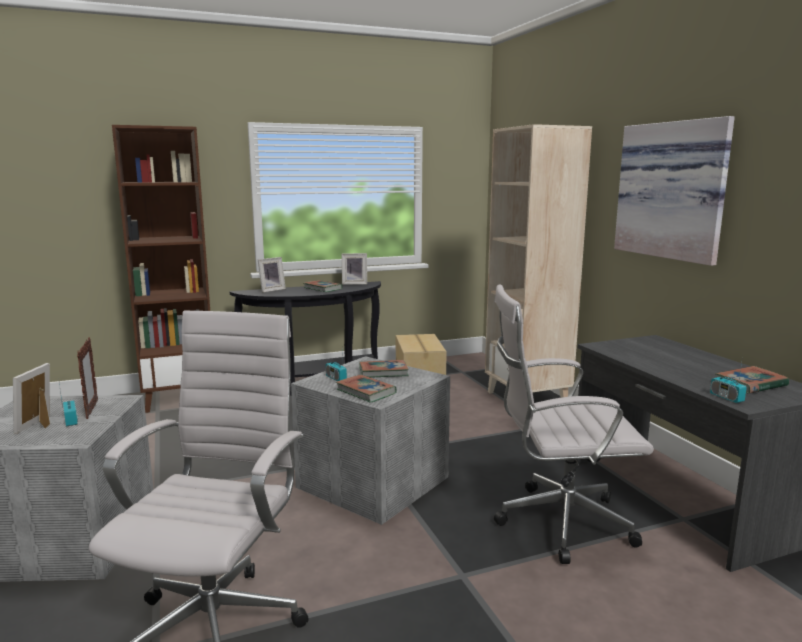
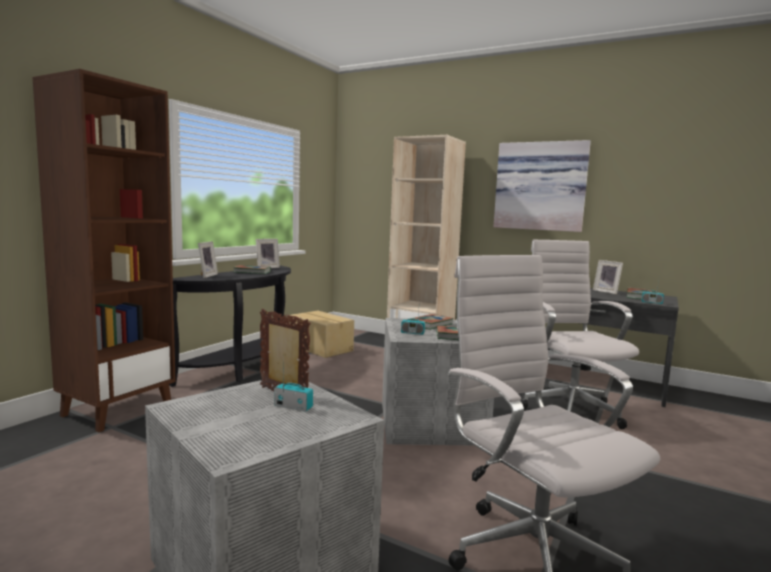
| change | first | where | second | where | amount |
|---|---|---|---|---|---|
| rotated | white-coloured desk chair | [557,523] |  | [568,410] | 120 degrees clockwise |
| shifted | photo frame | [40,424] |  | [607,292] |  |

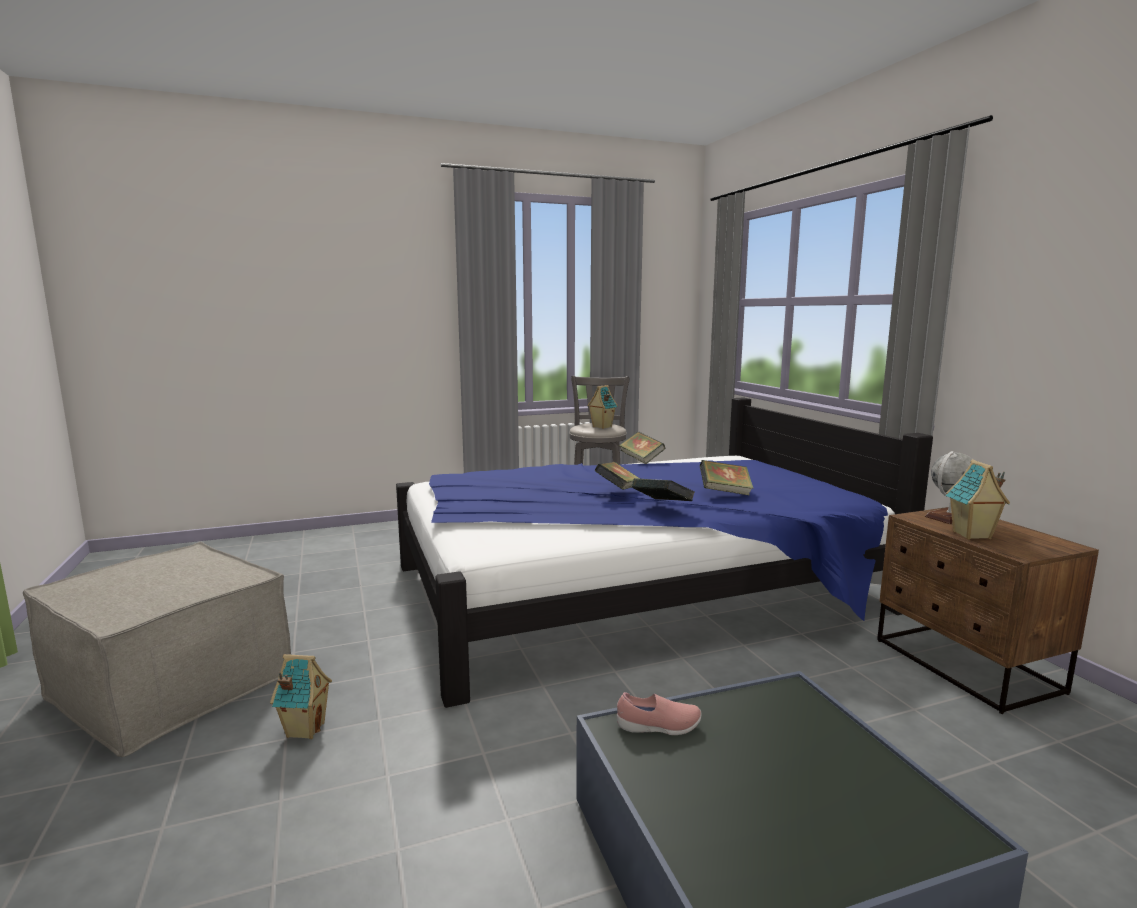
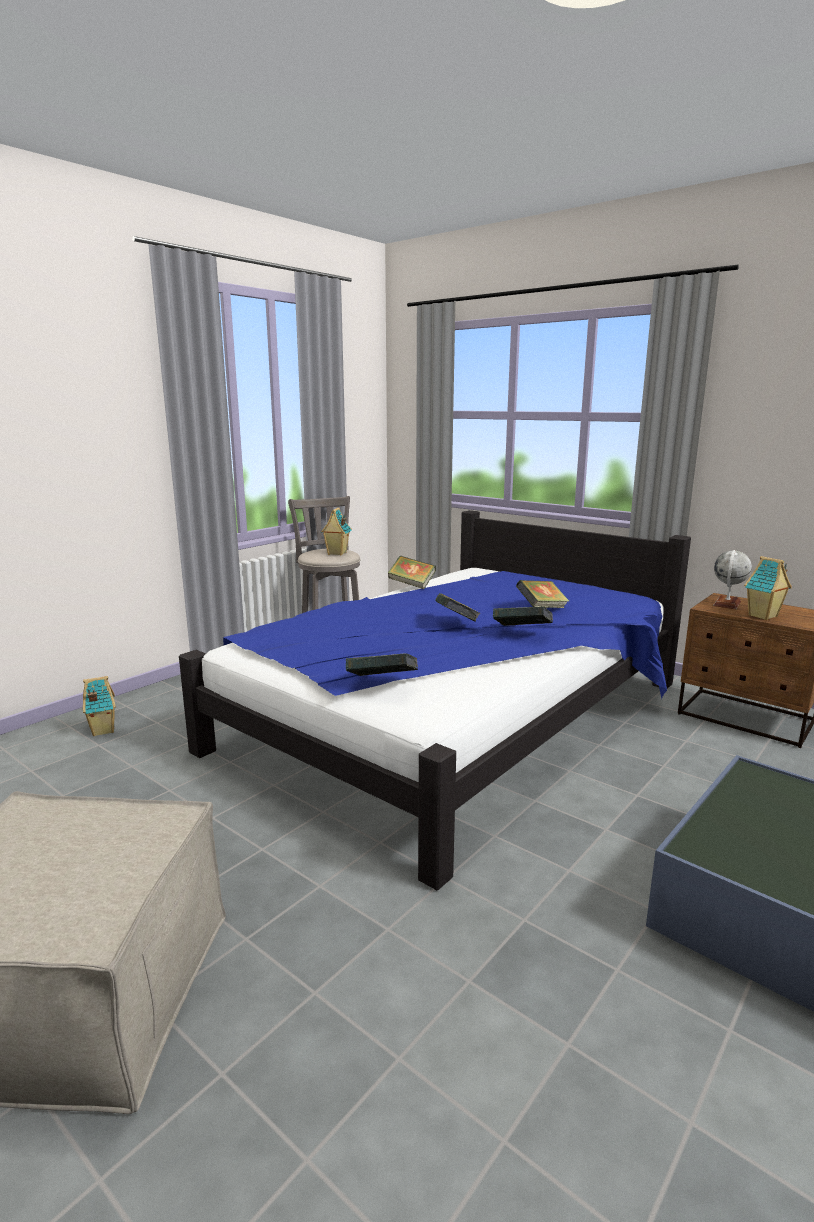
| change | first | where | second | where | amount |
|---|---|---|---|---|---|
| shifted | toy house | [304,729] |  | [102,730] |  |
| gone | pinkish item of footwear | [658,727] |  |  |  |
| new |  |  | book | [382,683] |  |

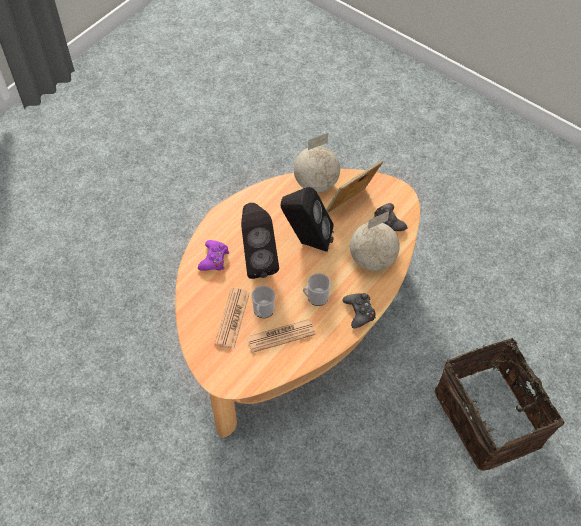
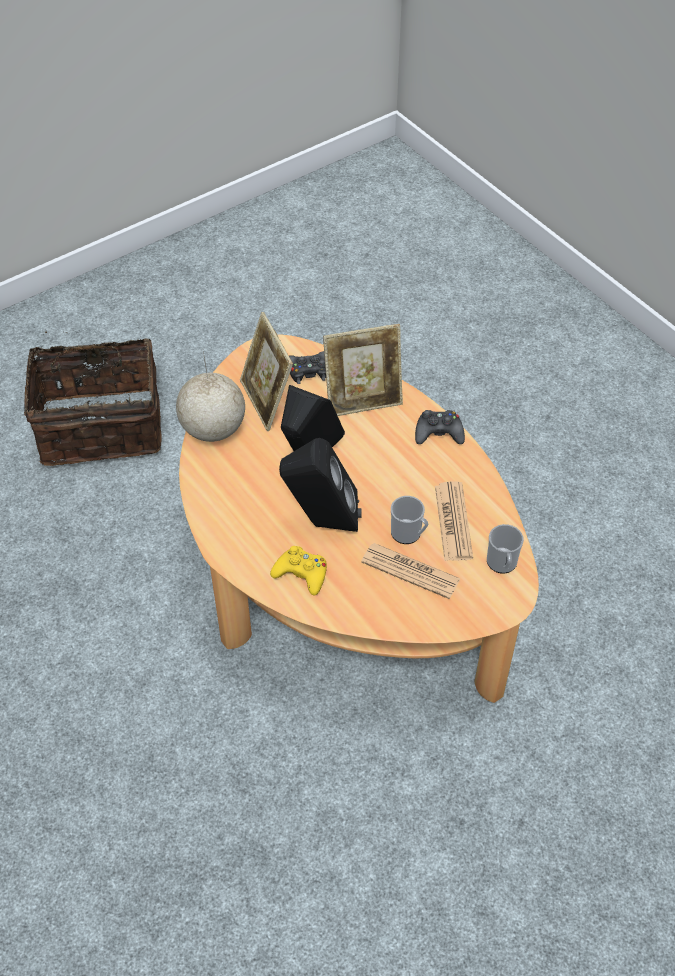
| change | first | where | second | where | amount |
|---|---|---|---|---|---|
| swapped | world globe | [373,260] | photo frame | [363,400] |  |
| repainted | purple joypad | [214,259] | yellowish joypad | [301,574] |  |
| shifted | mug | [315,298] |  | [502,564] |  |
| shifted | household basket | [491,416] |  | [101,425] |  |

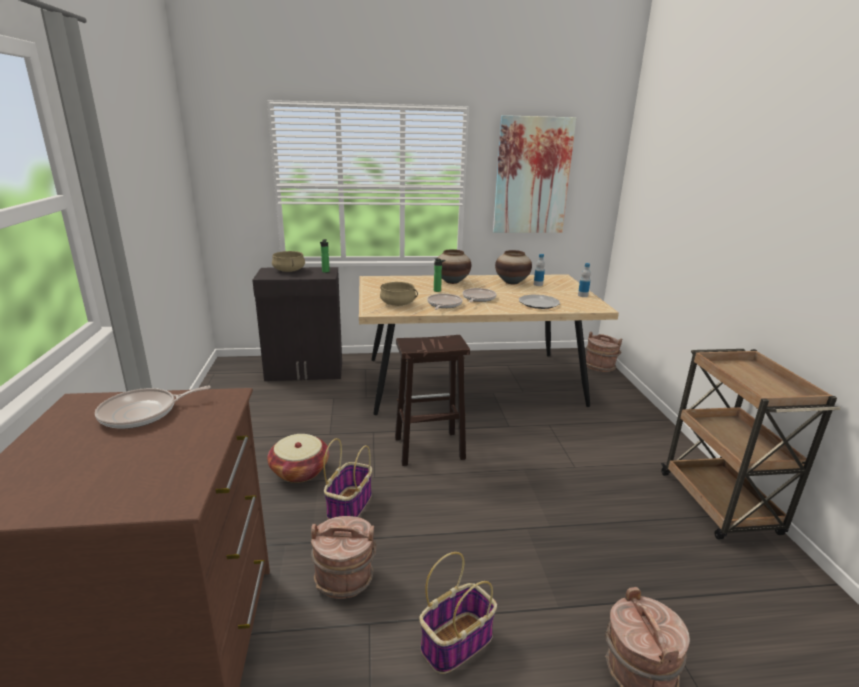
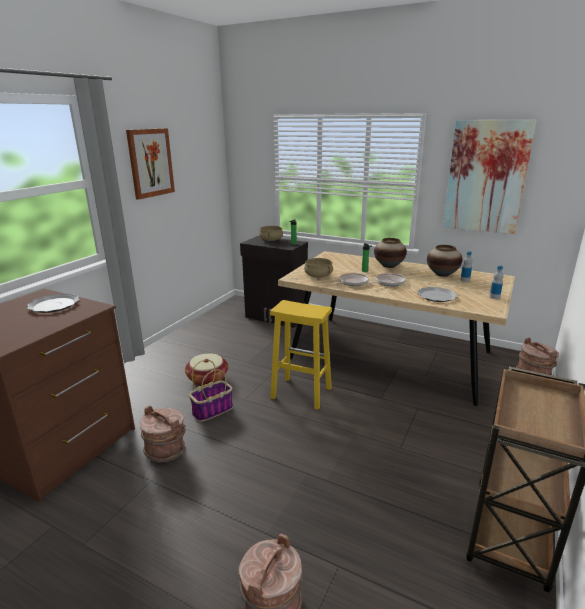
| change | first | where | second | where | amount |
|---|---|---|---|---|---|
| repainted | brown-coloured sitting stool | [428,448] | yellowish sitting stool | [300,393] |  |
| swapped | frying pan | [143,413] | plate | [54,305] |  |
| gone | household basket | [457,641] |  |  |  |
| new |  |  | picture | [150,163] |  |

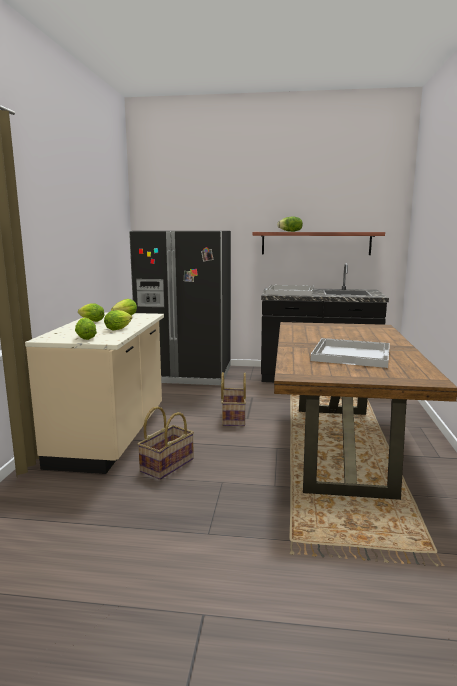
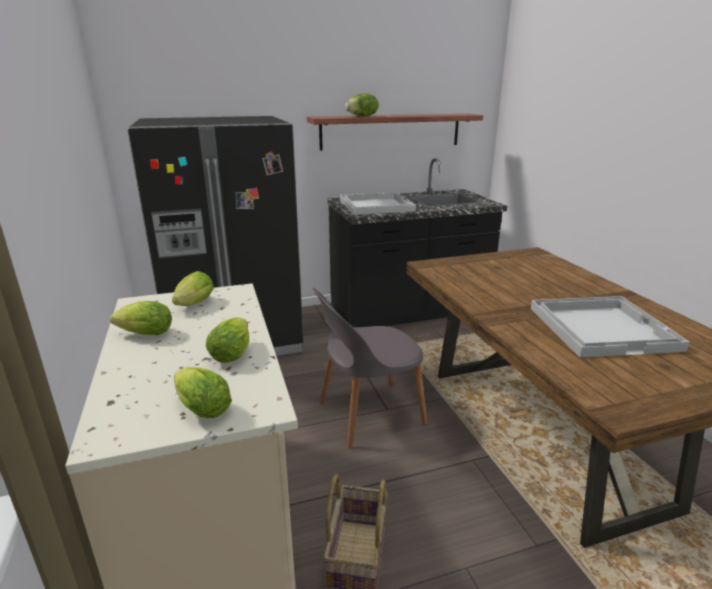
| change | first | where | second | where | amount |
|---|---|---|---|---|---|
| swapped | household basket | [233,418] | grey upright chair | [368,414] |  |

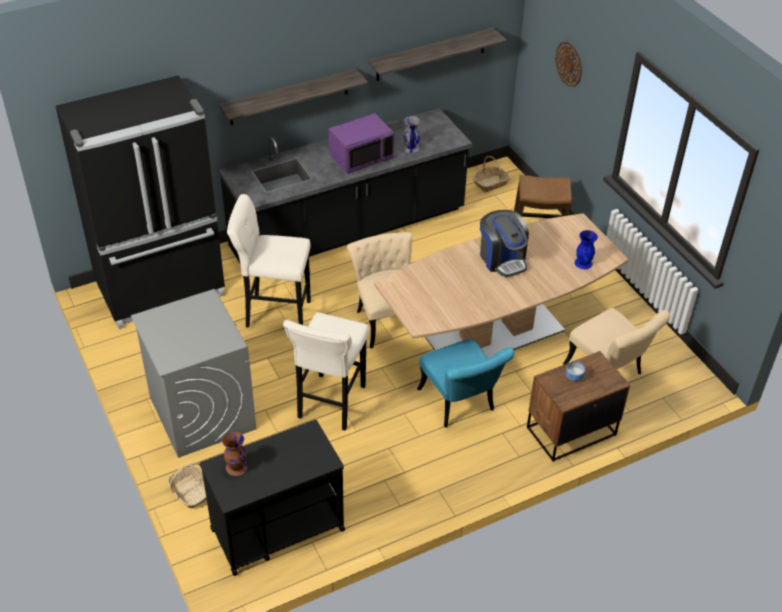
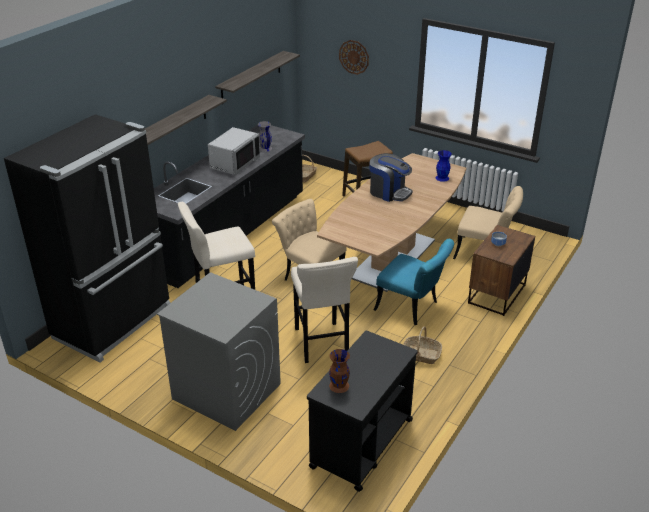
| change | first | where | second | where | amount |
|---|---|---|---|---|---|
| repainted | purple microwave oven | [361,157] | grey microwave oven | [234,163] |  |
| shifted | household basket | [191,491] |  | [421,355] |  |

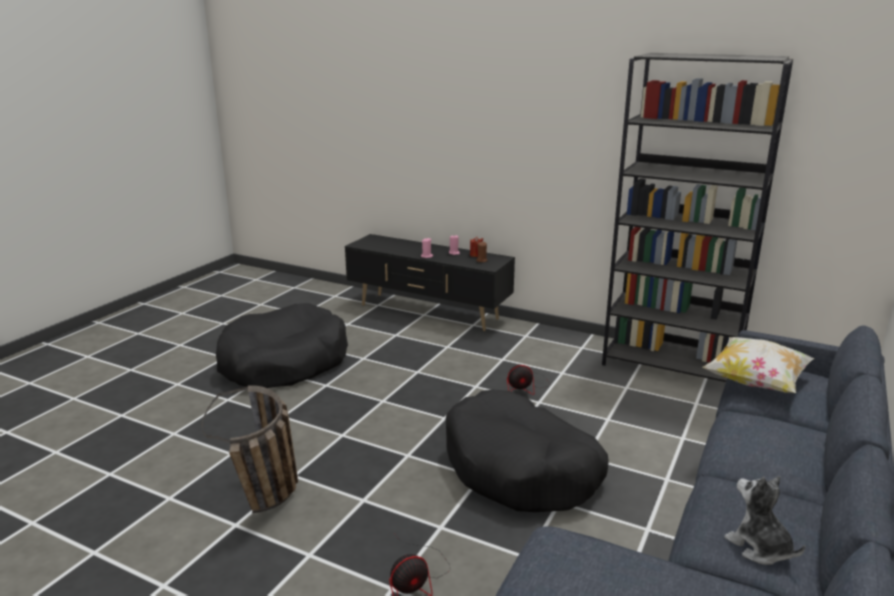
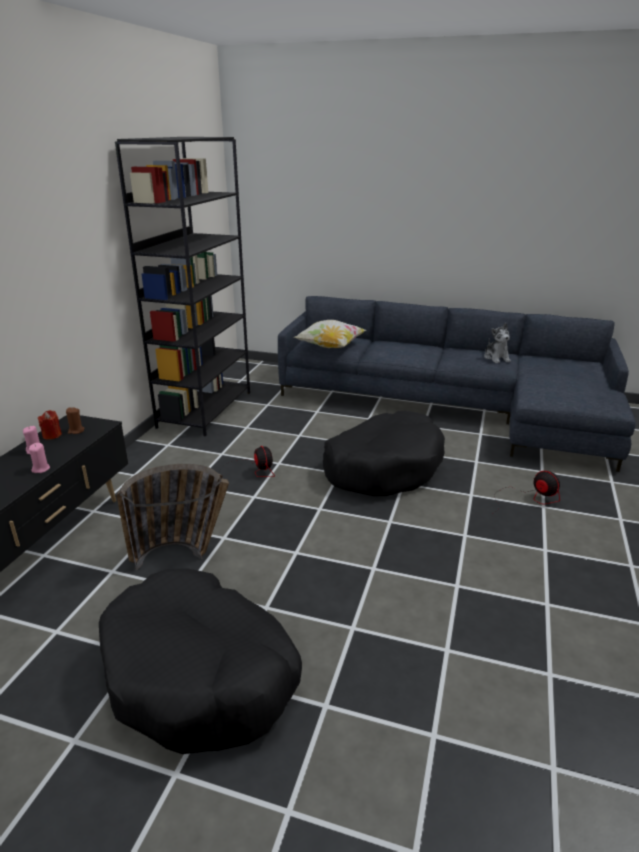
| change | first | where | second | where | amount |
|---|---|---|---|---|---|
| shifted | household basket | [267,500] |  | [183,555] |  |
| rotated | cuddly toy | [759,547] |  | [496,358] | 60 degrees counterclockwise |

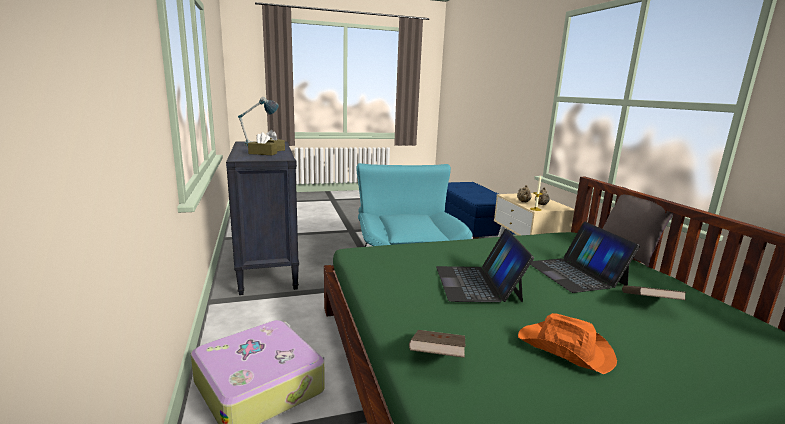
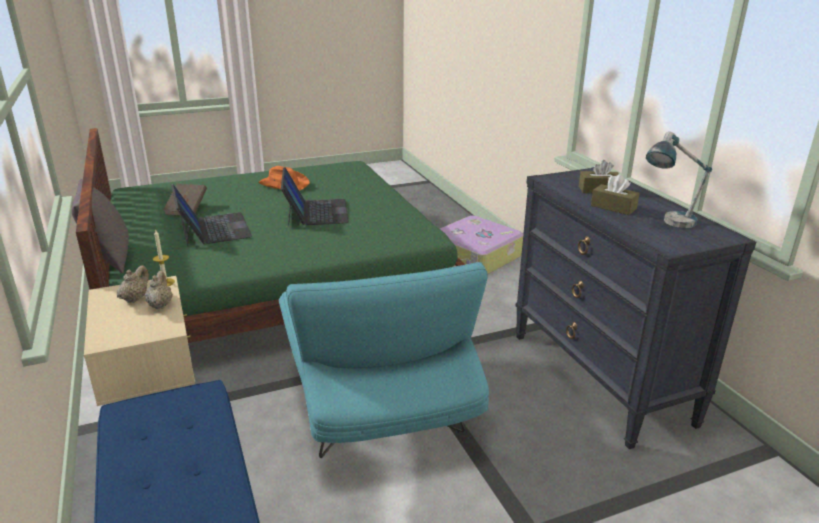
| change | first | where | second | where | amount |
|---|---|---|---|---|---|
| gone | brown-coloured book | [437,357] |  |  |  |

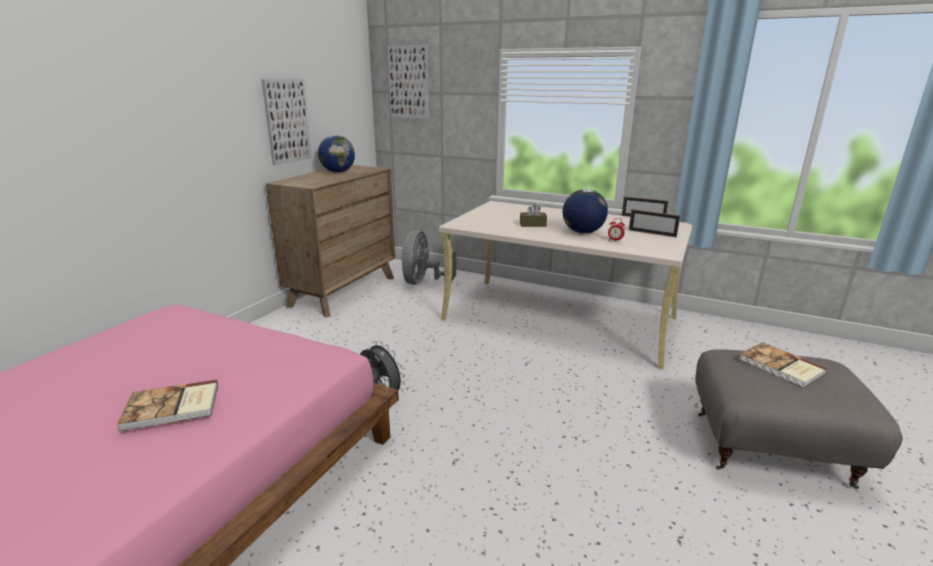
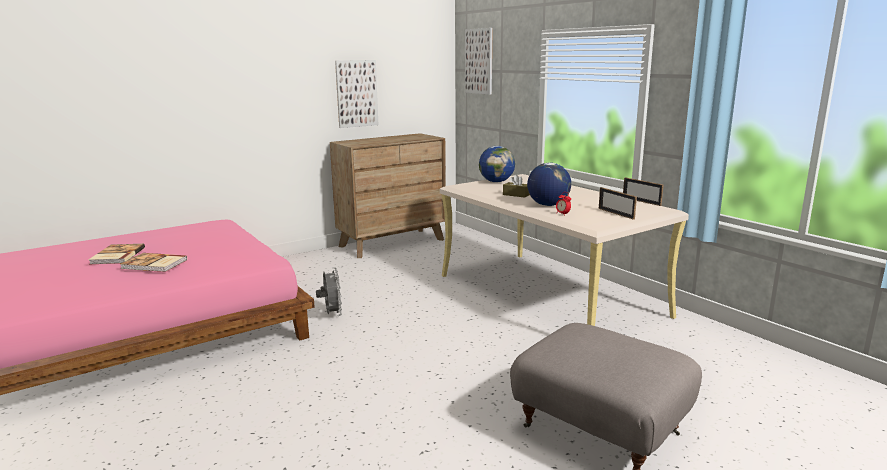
| change | first | where | second | where | amount |
|---|---|---|---|---|---|
| shifted | world globe | [338,172] |  | [496,182] |  |
| gone | grey cooling fan | [423,282] |  |  |  |
| shifted | book | [781,367] |  | [116,256] |  |

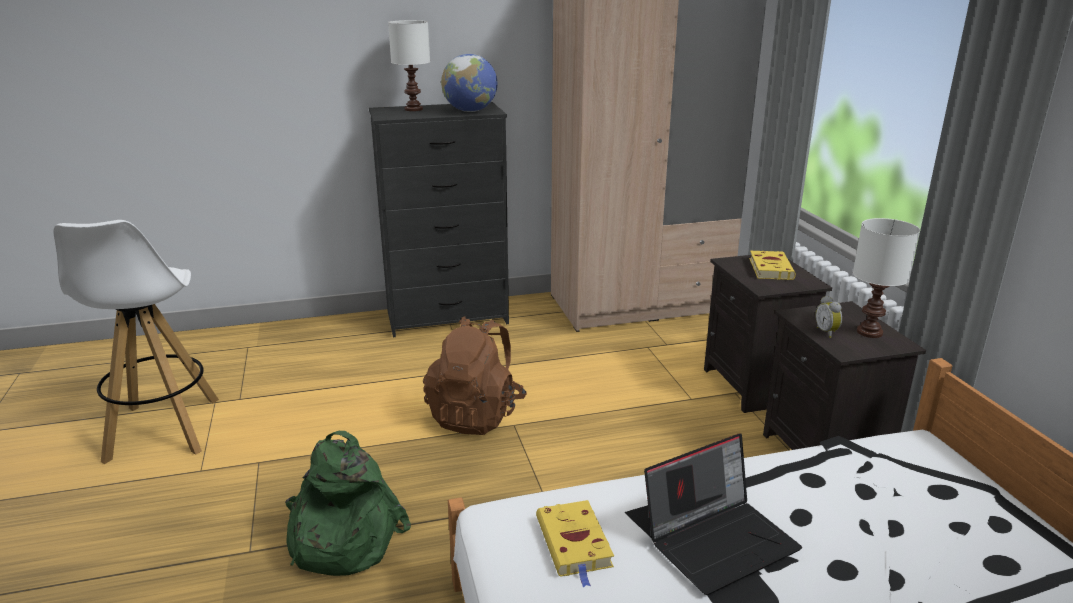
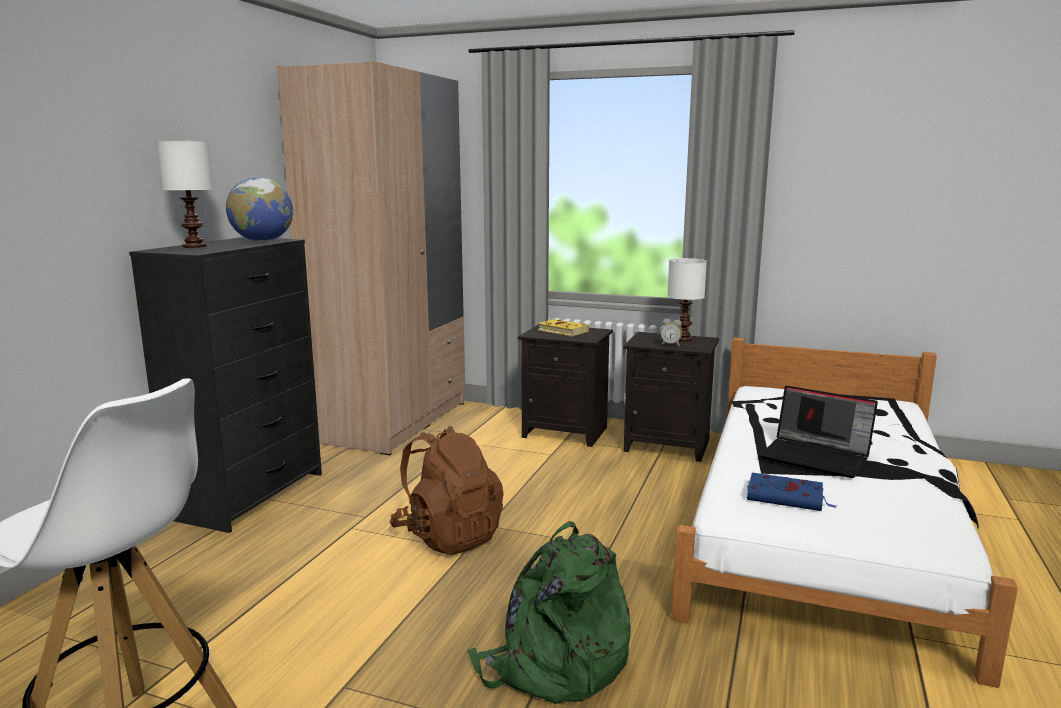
| change | first | where | second | where | amount |
|---|---|---|---|---|---|
| rotated | notebook computer | [720,540] |  | [817,457] | 120 degrees clockwise |
| repainted | yellowish book | [575,544] | bluish book | [787,497] |  |

